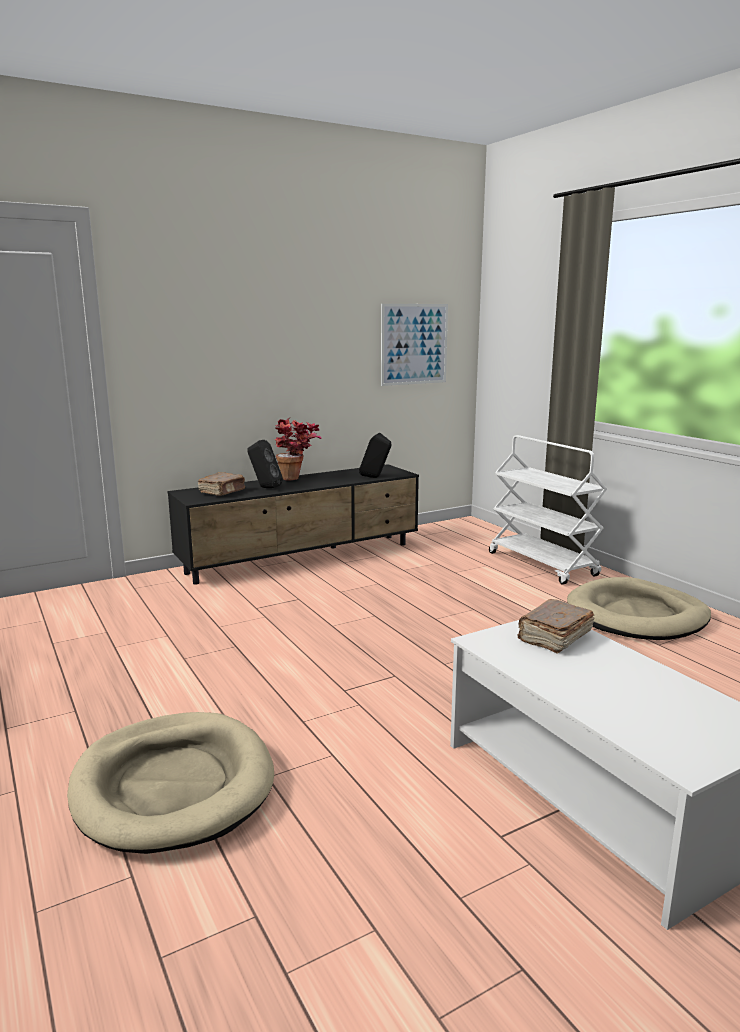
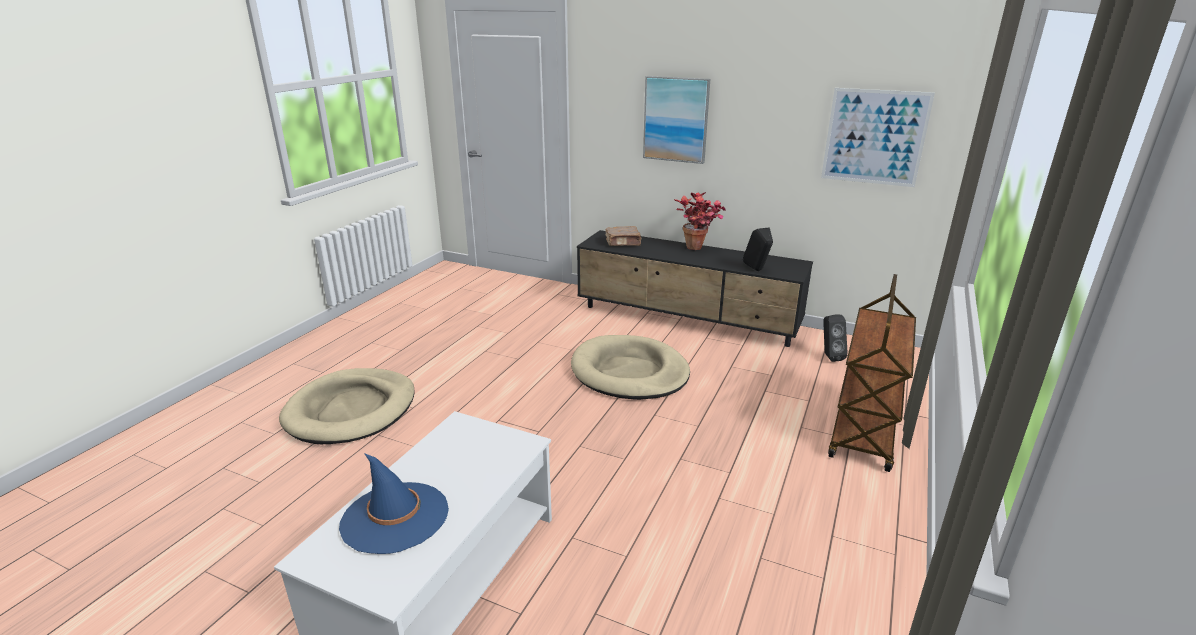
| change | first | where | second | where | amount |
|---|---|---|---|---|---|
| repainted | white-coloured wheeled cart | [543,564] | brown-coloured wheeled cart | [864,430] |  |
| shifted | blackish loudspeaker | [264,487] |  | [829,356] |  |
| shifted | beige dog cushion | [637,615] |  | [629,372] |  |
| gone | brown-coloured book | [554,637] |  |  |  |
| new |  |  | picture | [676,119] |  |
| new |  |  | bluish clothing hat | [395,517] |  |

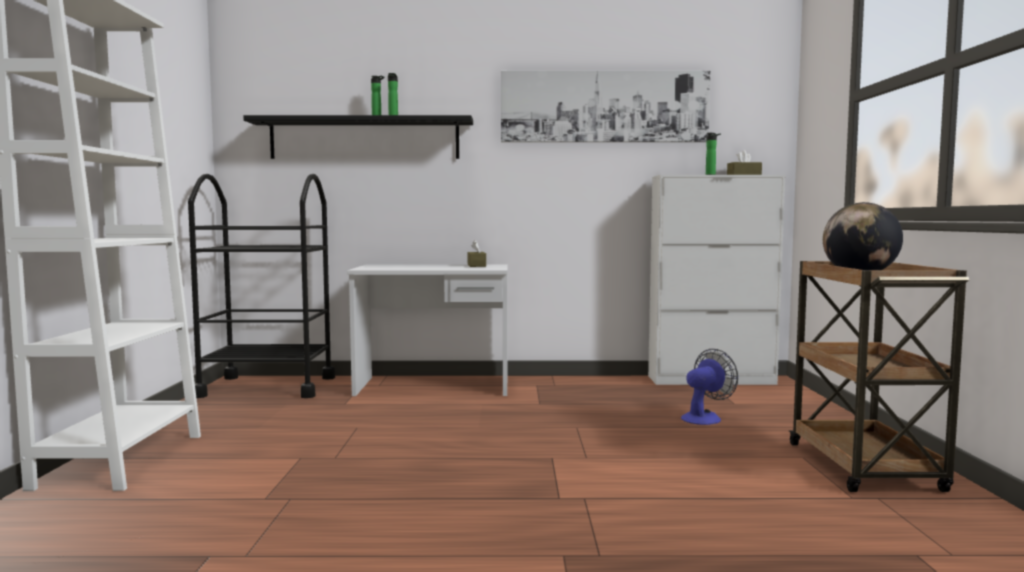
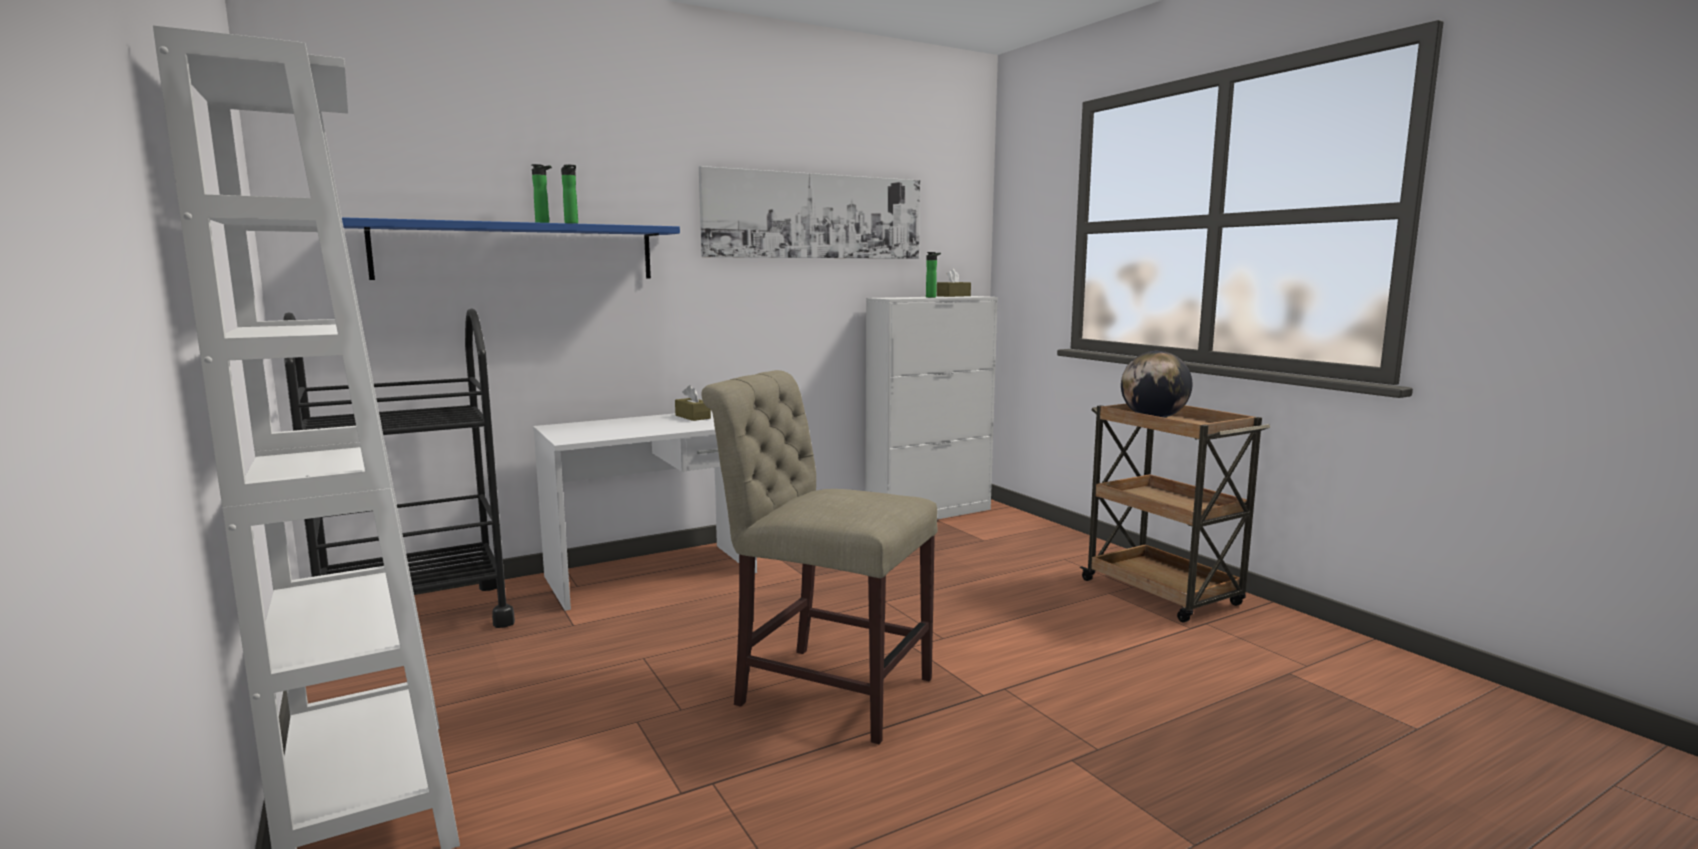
| change | first | where | second | where | amount |
|---|---|---|---|---|---|
| repainted | blackish shelf | [364,139] | bluish shelf | [518,251] |  |
| gone | cooling fan | [705,417] |  |  |  |
| new |  |  | beige upright chair | [825,688] |  |

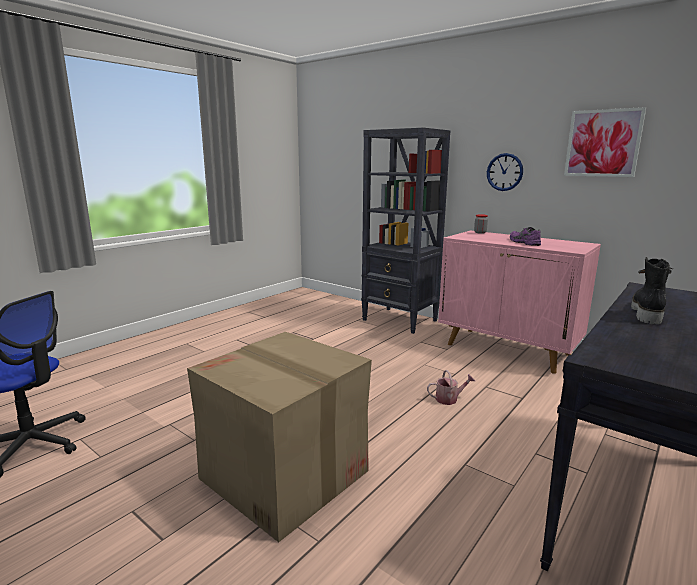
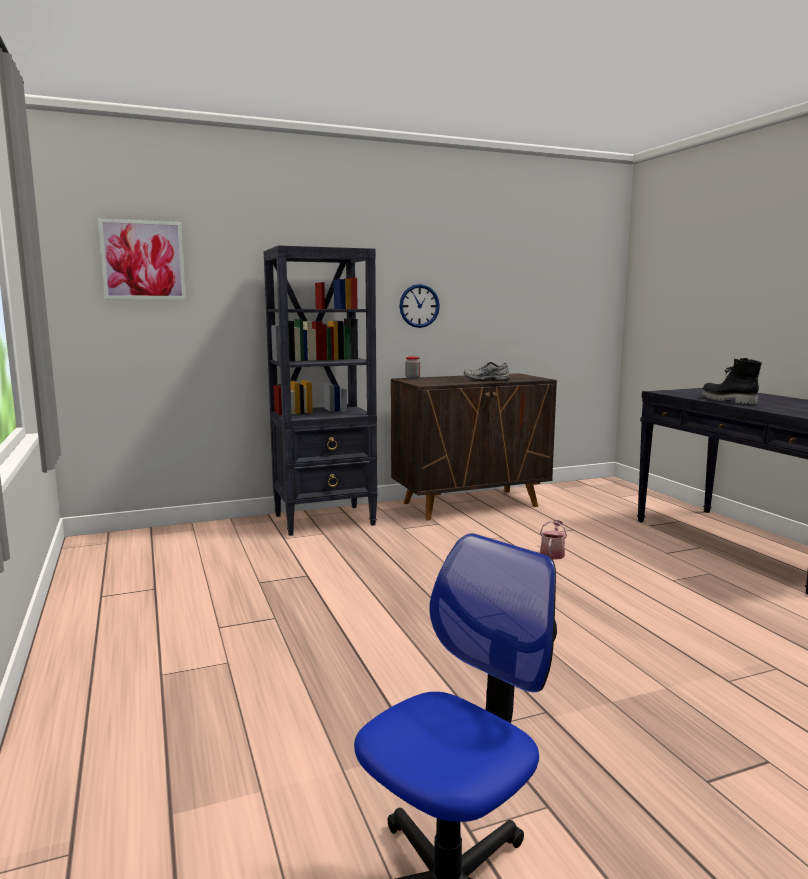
| change | first | where | second | where | amount |
|---|---|---|---|---|---|
| shifted | picture | [603,143] |  | [143,260] |  |
| repainted | purple item of footwear | [523,242] | grey item of footwear | [486,379] |  |
| repainted | pinkish storage cabinet | [508,349] | brown-coloured storage cabinet | [471,504] |  |
| gone | packing box | [285,475] |  |  |  |

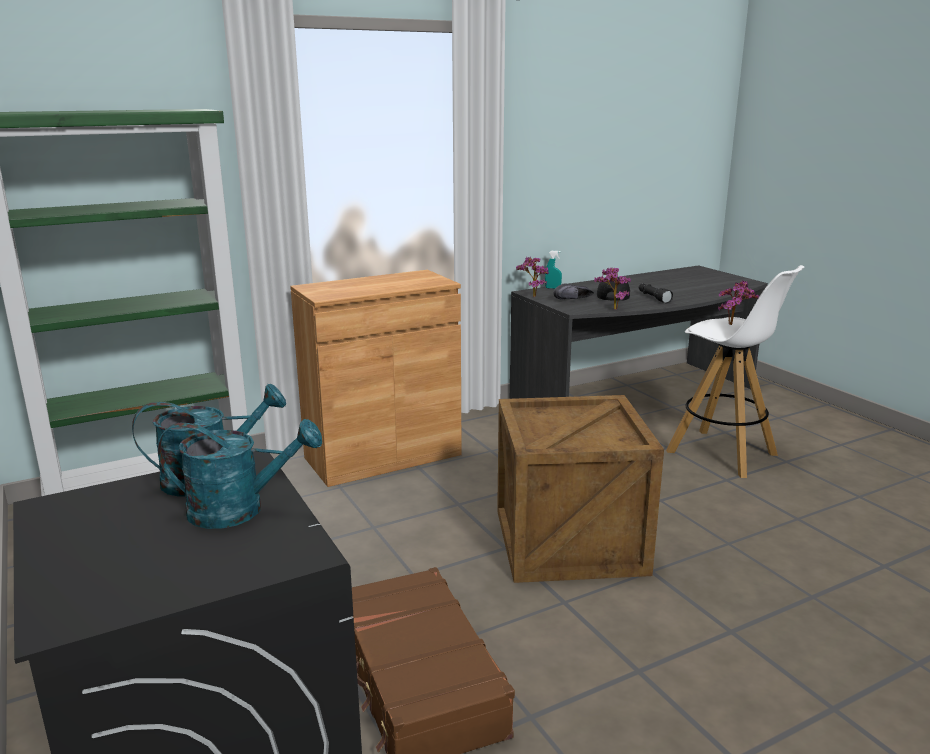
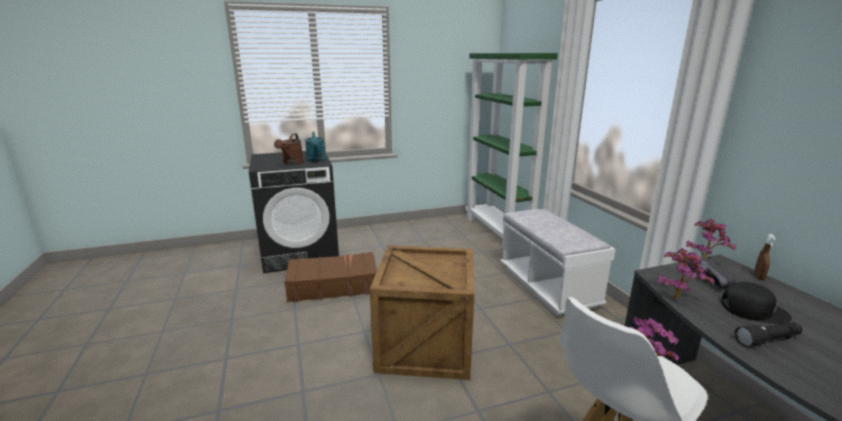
| change | first | where | second | where | amount |
|---|---|---|---|---|---|
| repainted | blue-green hand sprayer | [552,288] | brown-coloured hand sprayer | [759,277] |  |
| swapped | brown-coloured storage cabinet | [383,456] | white-coloured indoor bench | [547,287] |  |
| repainted | blue-green watering pot | [240,510] | brown-coloured watering pot | [291,163] |  |

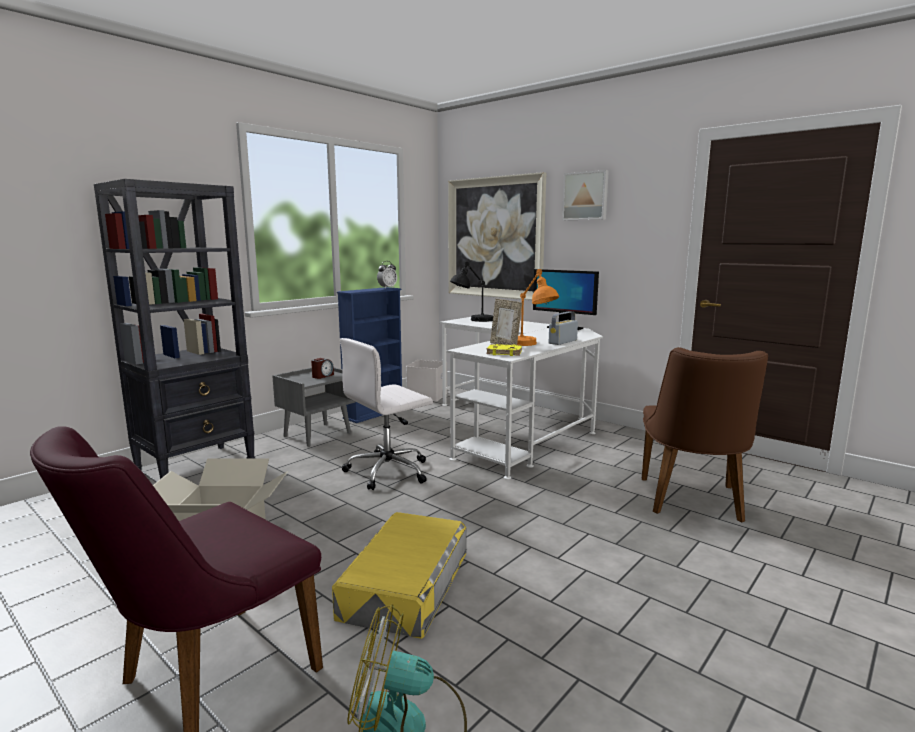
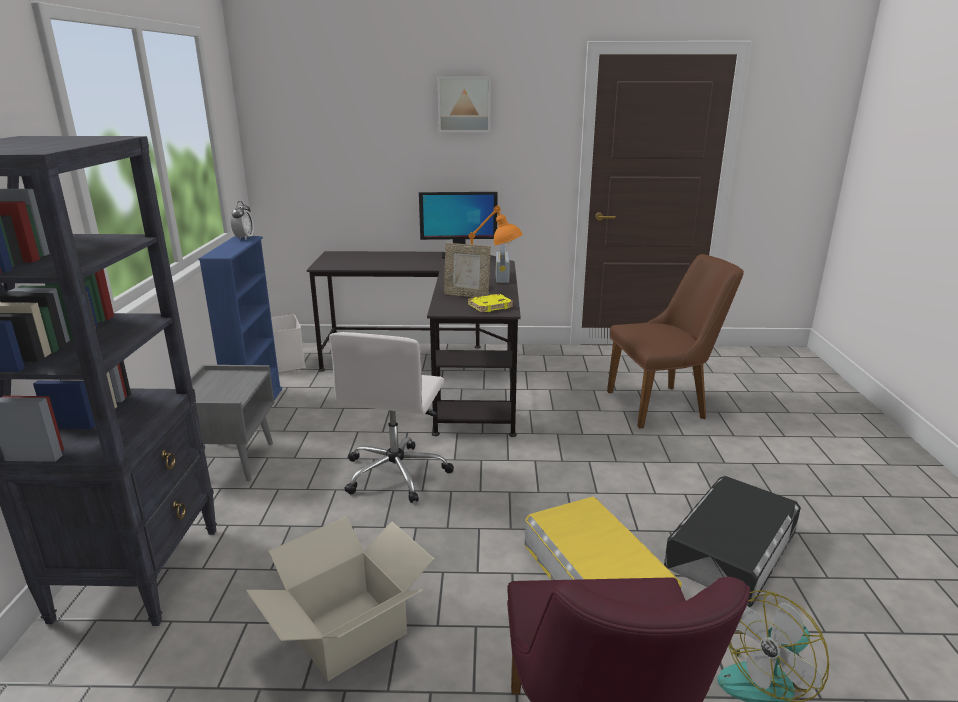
| change | first | where | second | where | amount |
|---|---|---|---|---|---|
| gone | picture | [494,238] |  |  |  |
| gone | blackish table lamp | [472,320] |  |  |  |
| repainted | white-coloured desk | [516,427] | blackish desk | [436,374] |  |
| rotated | brown-coloured upright chair | [692,503] |  | [664,404] | 75 degrees counterclockwise |
| gone | alarm clock | [322,376] |  |  |  |
| new |  |  | blackish storage bin | [732,549] |  |

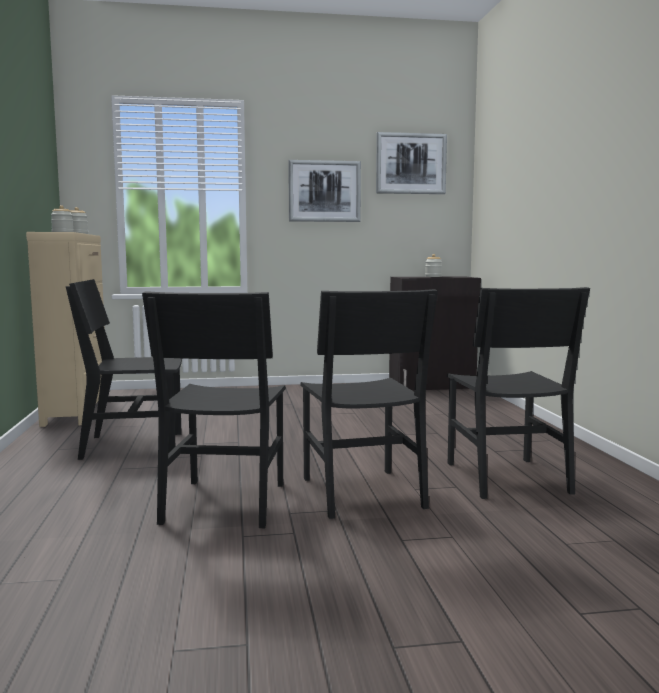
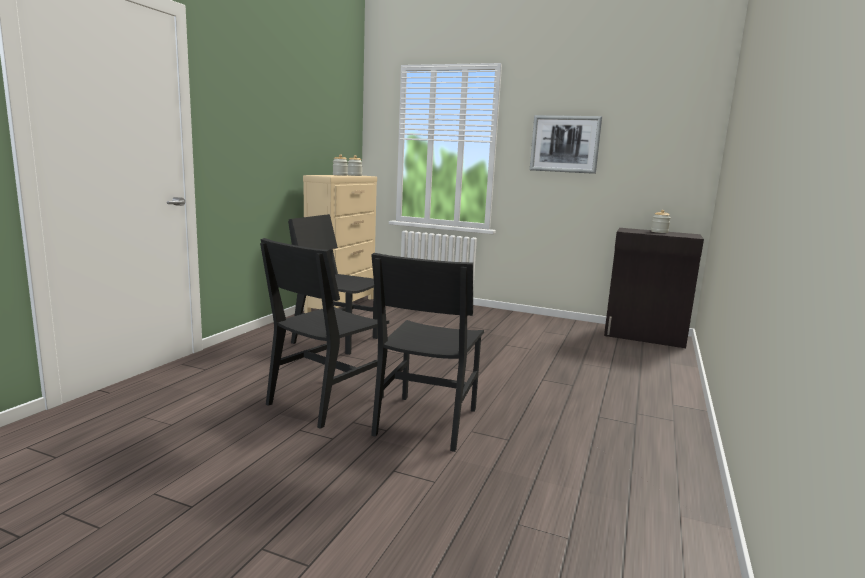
| change | first | where | second | where | amount |
|---|---|---|---|---|---|
| gone | picture | [411,163] |  |  |  |
| gone | blackish upright chair | [506,477] |  |  |  |

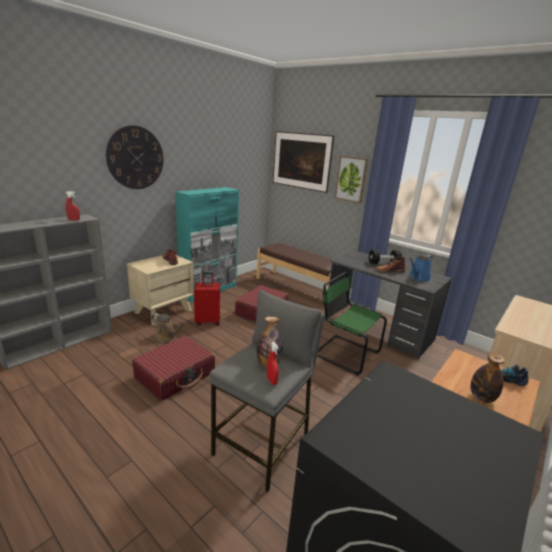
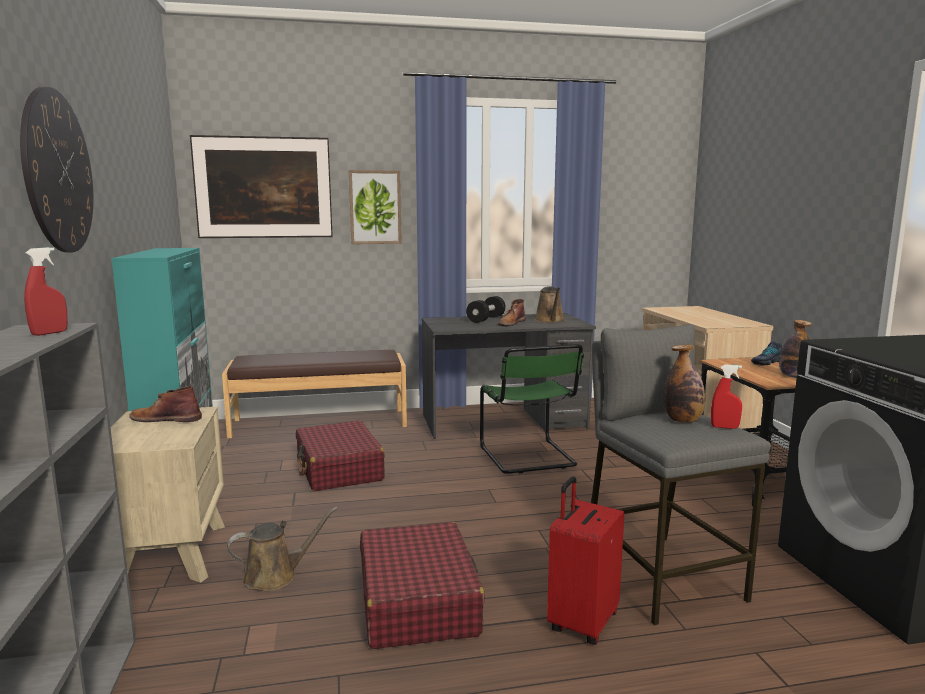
| change | first | where | second | where | amount |
|---|---|---|---|---|---|
| repainted | bluish watering pot | [418,278] | brown-coloured watering pot | [550,320] |  |
| shifted | red piece of luggage | [208,321] |  | [581,622] |  |
| rotated | greenish upright chair | [344,353] |  | [528,457] | 90 degrees counterclockwise |

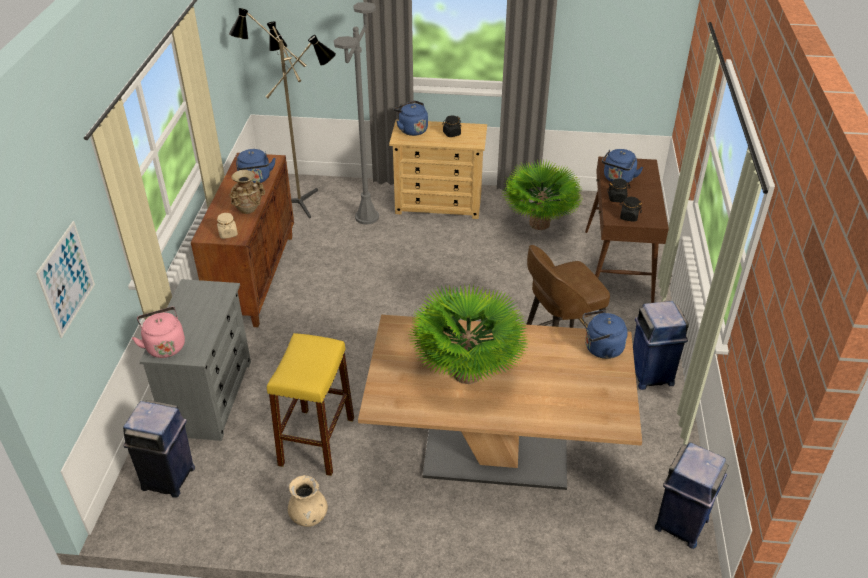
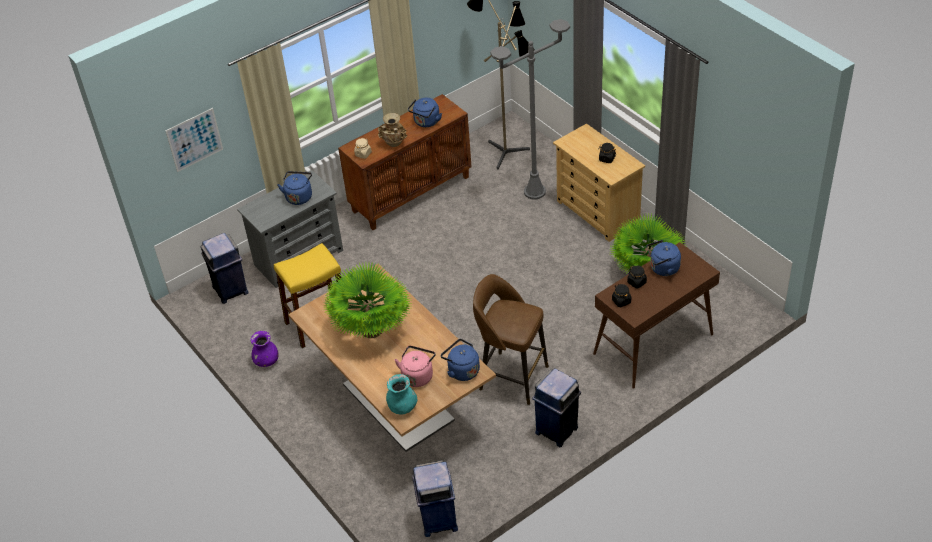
| change | first | where | second | where | amount |
|---|---|---|---|---|---|
| shifted | bluish kettle | [411,130] |  | [299,196] |  |
| shifted | pinkish kettle | [164,345] |  | [418,375] |  |
| repainted | beige vase | [309,516] | purple vase | [266,361] |  |
| new |  |  | blue-green vase | [402,407] |  |

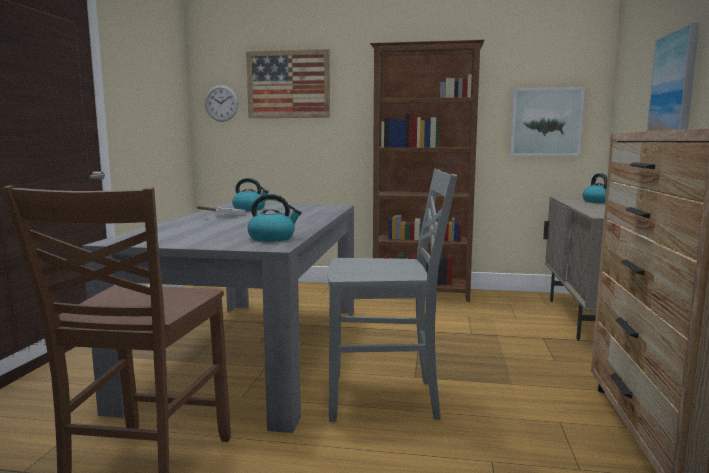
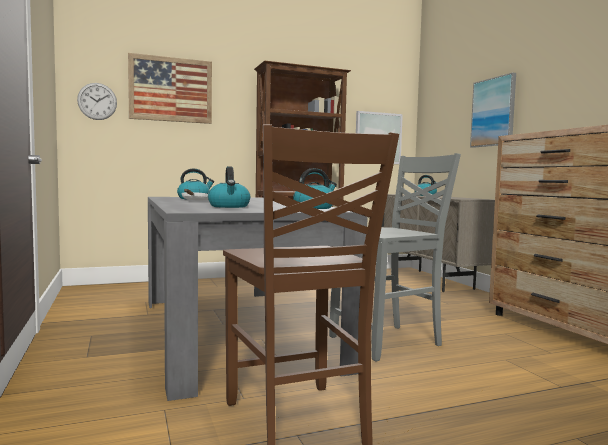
| change | first | where | second | where | amount |
|---|---|---|---|---|---|
| new |  |  | kettle | [229,206] |  |

